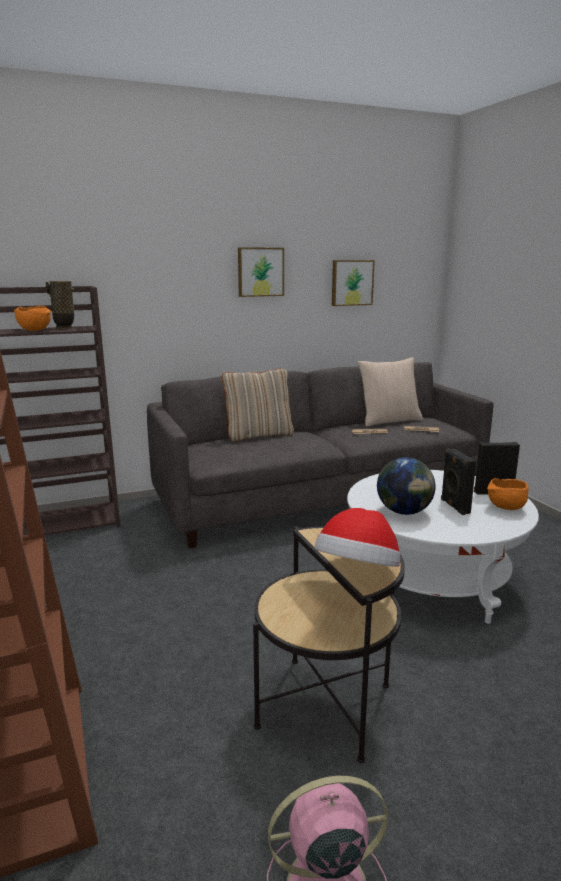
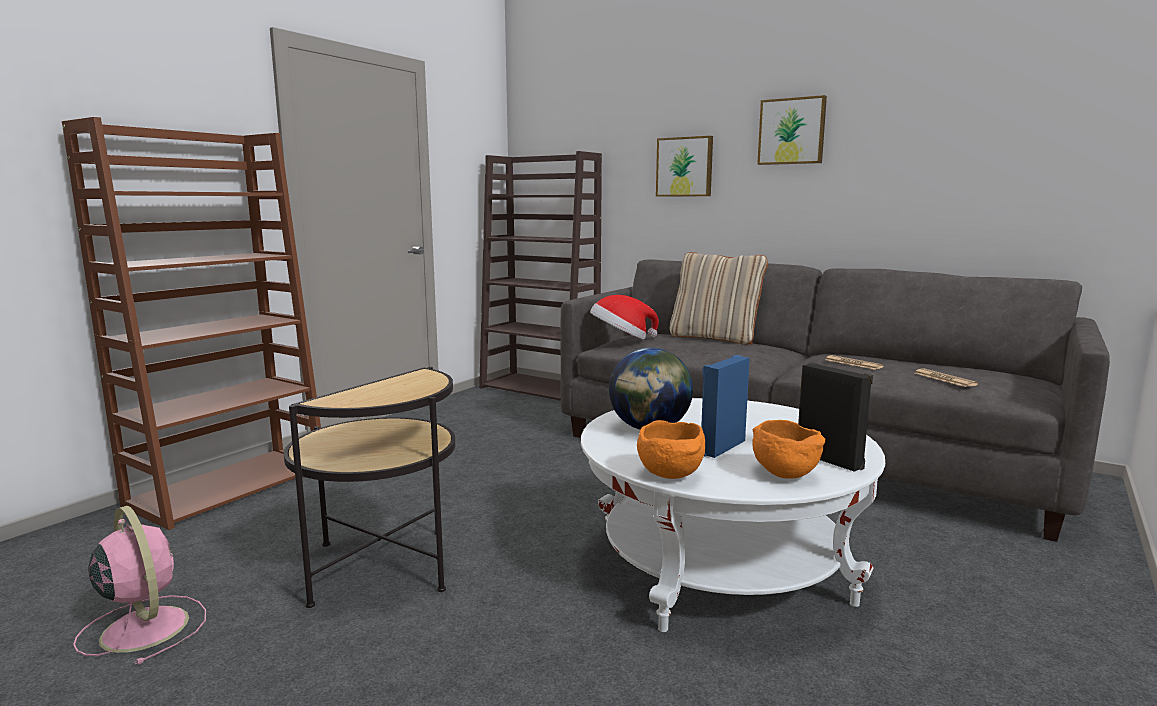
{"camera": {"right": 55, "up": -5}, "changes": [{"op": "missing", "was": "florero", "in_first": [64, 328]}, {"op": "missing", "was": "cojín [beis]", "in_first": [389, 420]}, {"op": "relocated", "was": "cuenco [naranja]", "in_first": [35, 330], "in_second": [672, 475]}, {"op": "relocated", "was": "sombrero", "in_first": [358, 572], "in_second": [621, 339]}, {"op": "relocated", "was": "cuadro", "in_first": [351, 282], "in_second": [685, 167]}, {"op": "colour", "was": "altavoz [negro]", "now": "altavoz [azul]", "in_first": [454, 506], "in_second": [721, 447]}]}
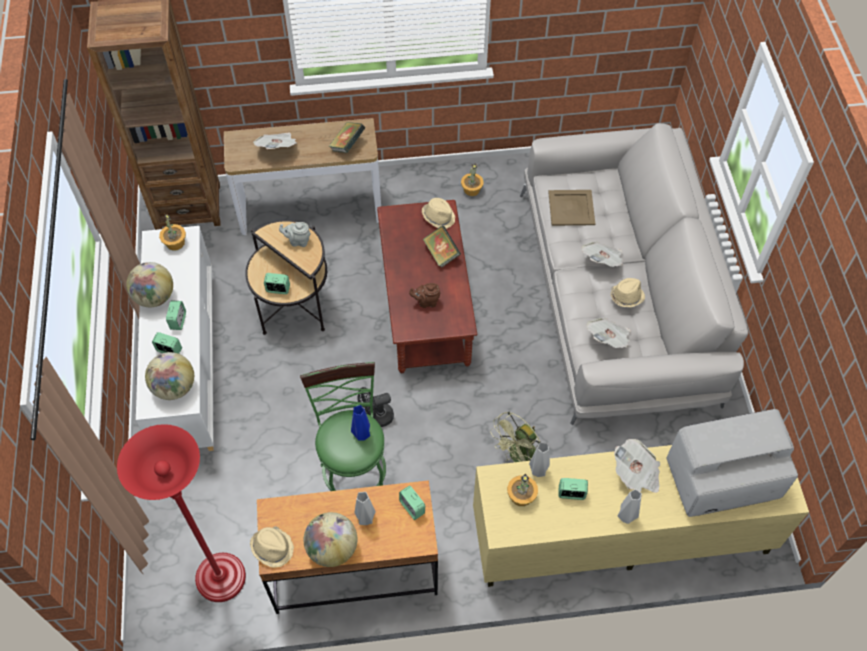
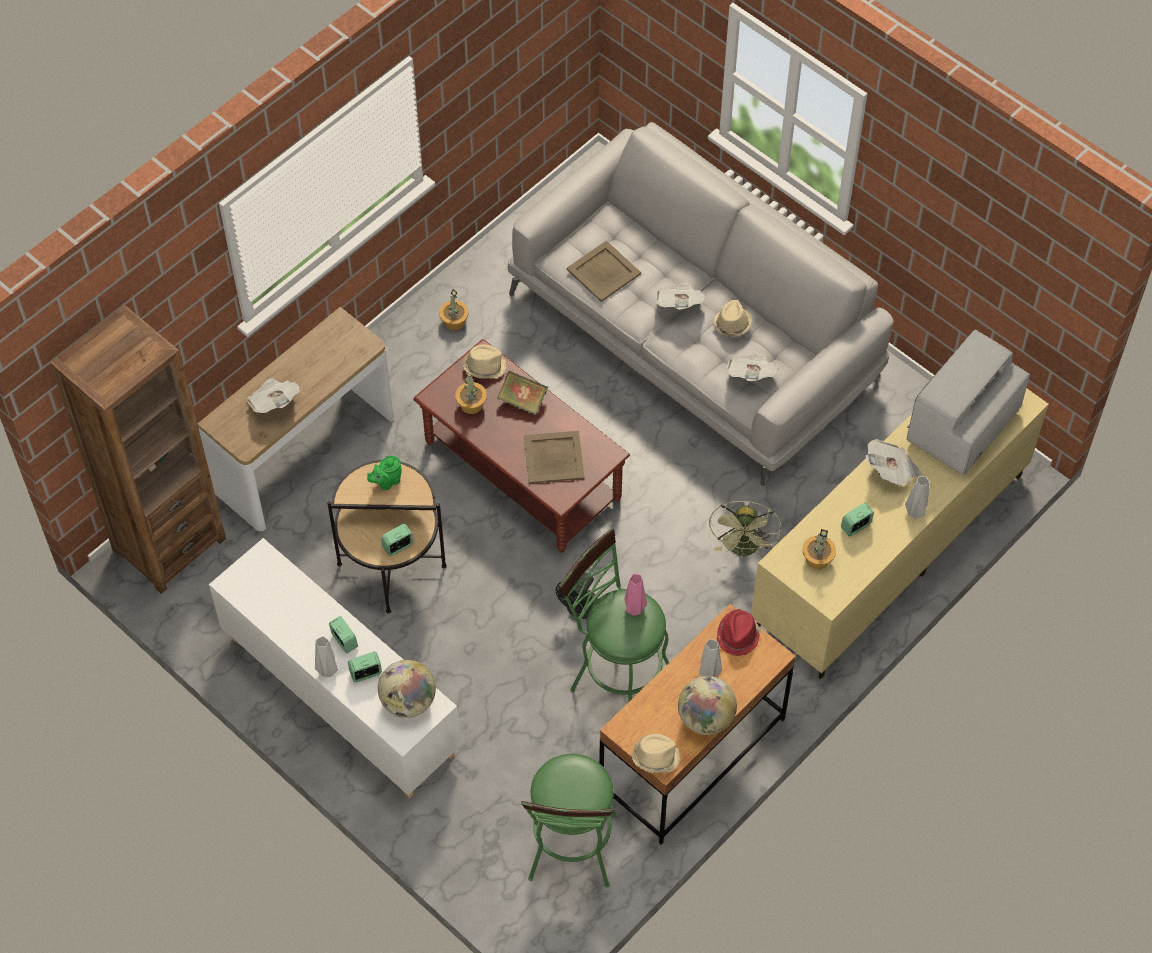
{"camera": {"right": -40, "up": 0}, "changes": [{"op": "missing", "was": "globo terráqueo", "in_first": [154, 297]}, {"op": "missing", "was": "libro", "in_first": [347, 145]}, {"op": "relocated", "was": "planta en maceta", "in_first": [175, 243], "in_second": [471, 405]}, {"op": "relocated", "was": "florero [gris]", "in_first": [538, 471], "in_second": [328, 671]}, {"op": "exchanged", "was": "lámpara de pie [rojo]", "now": "taburete [verde]", "in_first": [216, 573], "in_second": [571, 855]}, {"op": "exchanged", "was": "despertador", "now": "sombrero [rojo]", "in_first": [412, 507], "in_second": [738, 635]}, {"op": "exchanged", "was": "tetera [marrón]", "now": "bandeja [beis]", "in_first": [426, 302], "in_second": [554, 457]}, {"op": "colour", "was": "tetera [gris]", "now": "tetera [verde]", "in_first": [298, 241], "in_second": [387, 481]}, {"op": "colour", "was": "florero [azul]", "now": "florero [rosa]", "in_first": [362, 434], "in_second": [635, 608]}]}
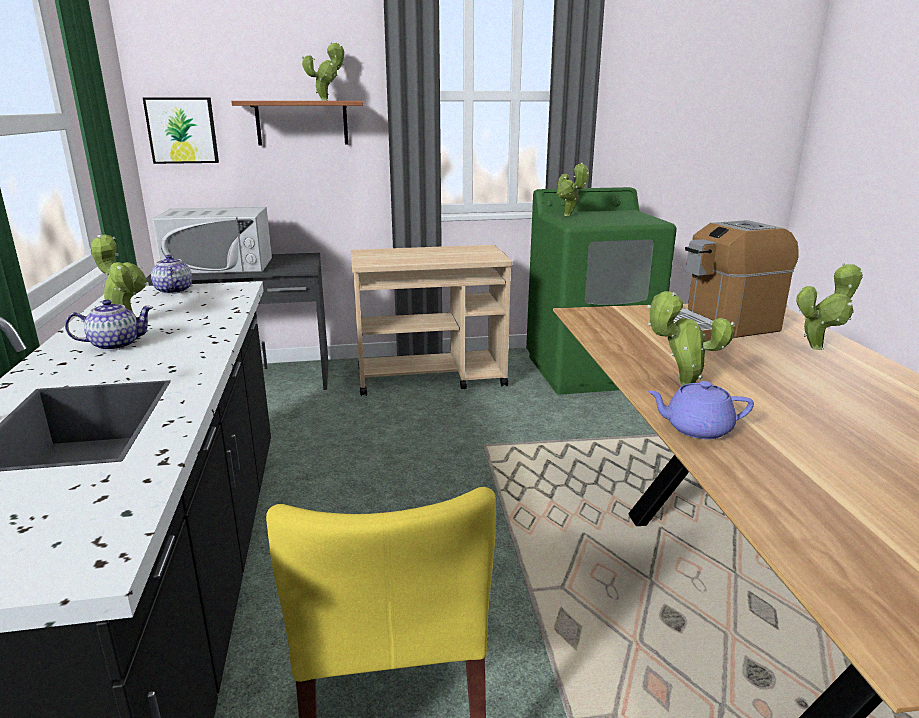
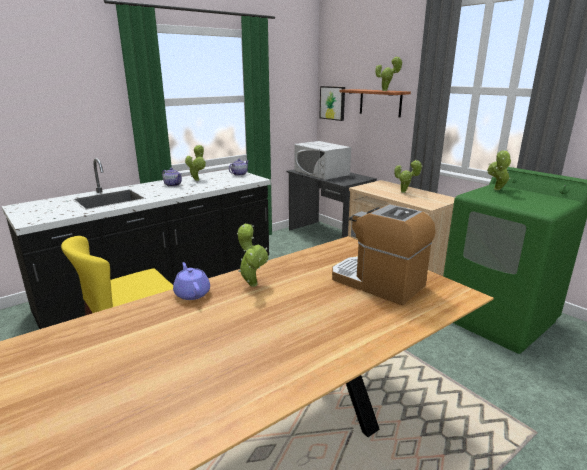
{"camera": {"right": 60, "up": 0}, "changes": [{"op": "relocated", "was": "planta en maceta", "in_first": [819, 347], "in_second": [404, 192]}]}
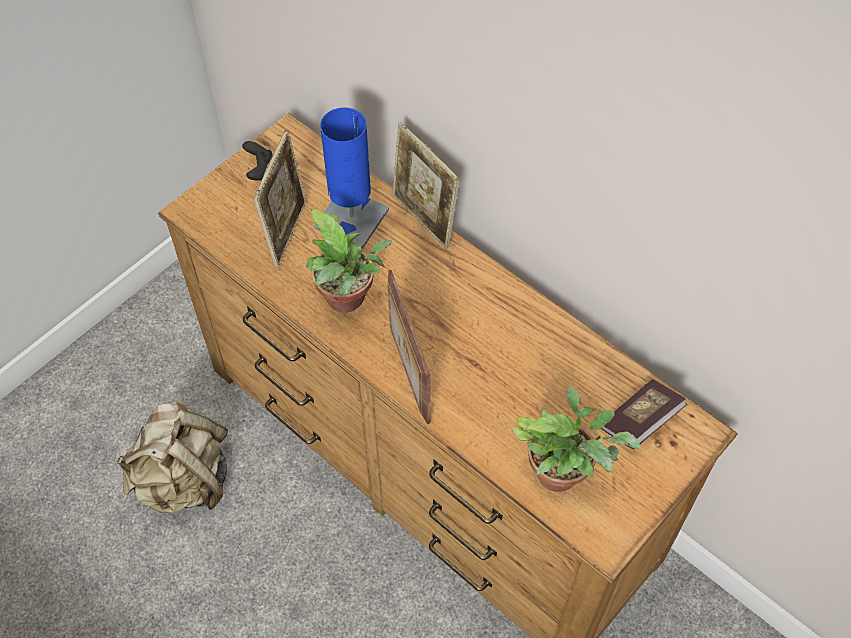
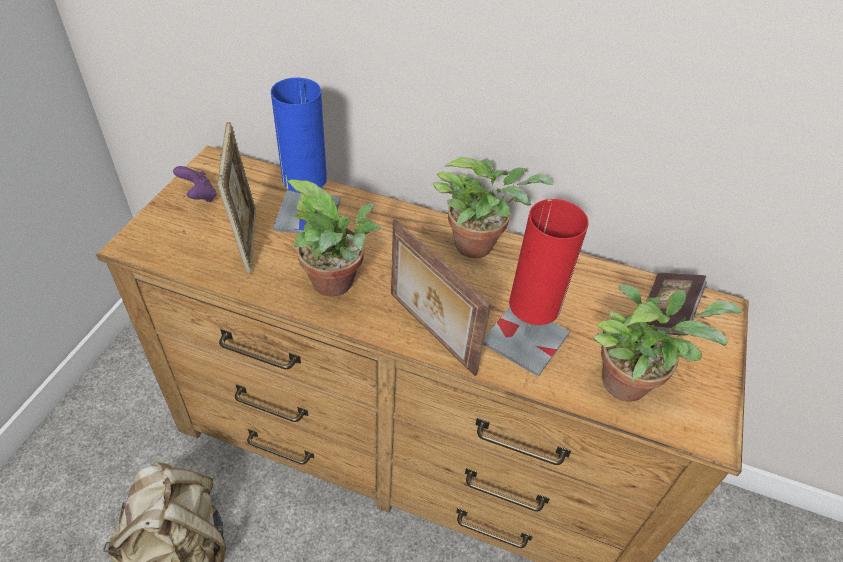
{"camera": {"right": -25, "up": -10}, "changes": [{"op": "missing", "was": "portarretratos", "in_first": [424, 219]}, {"op": "appeared", "now": "planta en maceta", "in_second": [479, 244]}, {"op": "appeared", "now": "lámpara de mesa [rojo]", "in_second": [525, 339]}, {"op": "colour", "was": "mando de consola [negro]", "now": "mando de consola [morado]", "in_first": [261, 172], "in_second": [199, 196]}]}
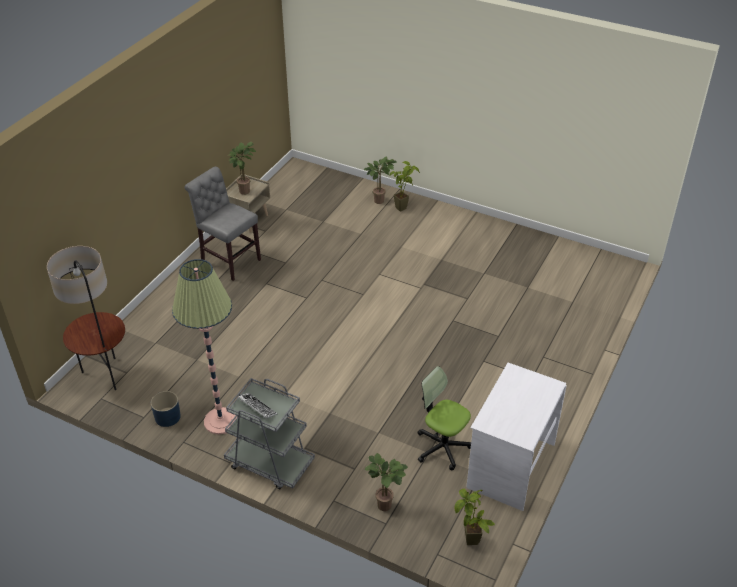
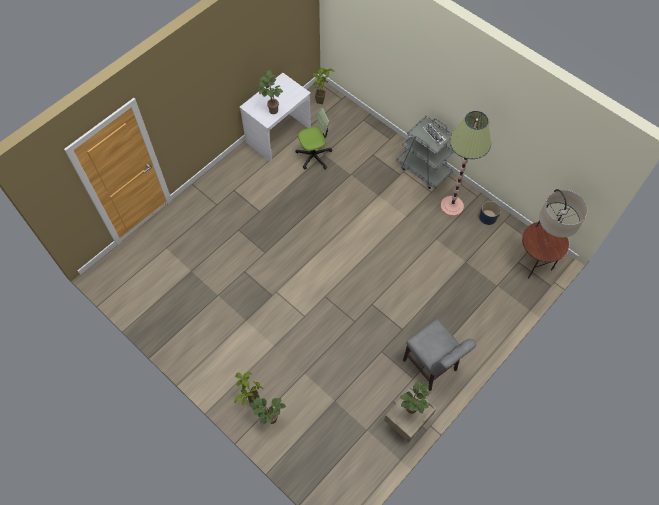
{"camera": {"right": -165, "up": 20}, "changes": [{"op": "relocated", "was": "planta en maceta", "in_first": [387, 505], "in_second": [272, 110]}, {"op": "spun", "was": "silla de oficina", "in_first": [442, 447], "in_second": [314, 156], "clockwise": -75}]}
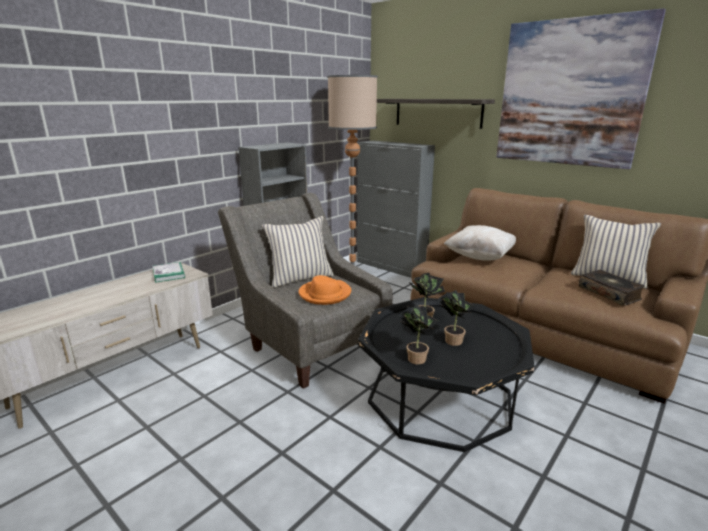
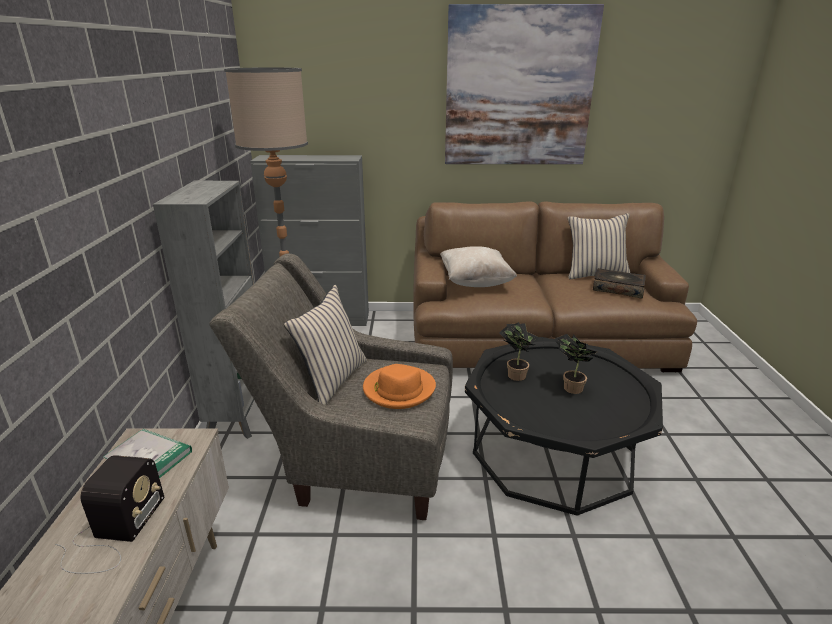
{"camera": {"right": -40, "up": 5}, "changes": [{"op": "missing", "was": "estante", "in_first": [437, 112]}, {"op": "missing", "was": "planta en maceta", "in_first": [415, 357]}, {"op": "appeared", "now": "radio", "in_second": [113, 534]}]}
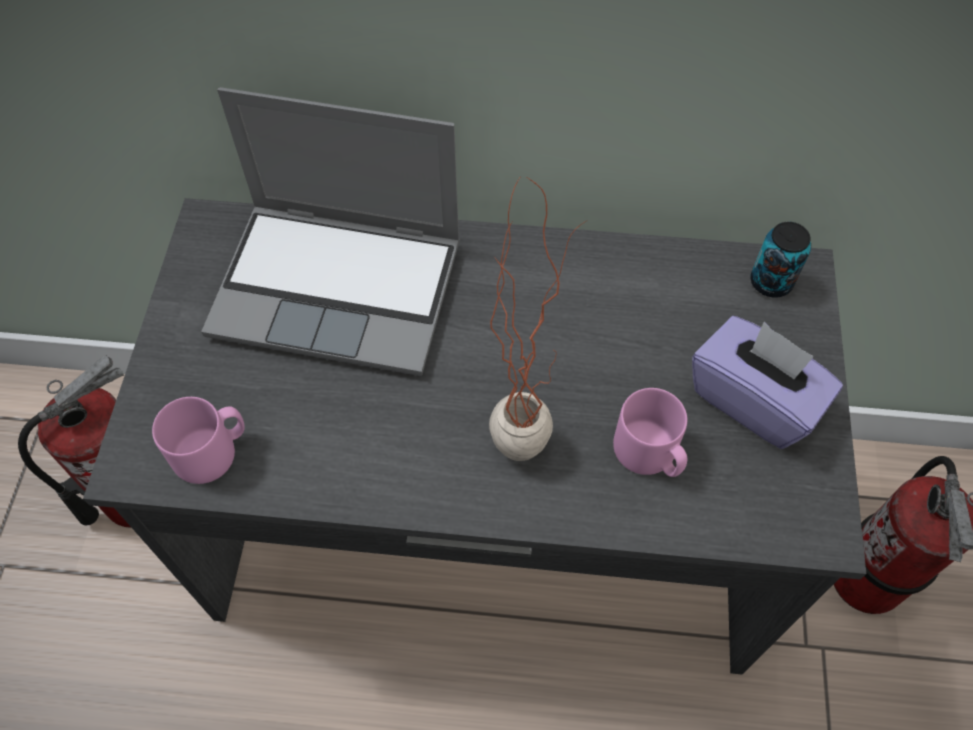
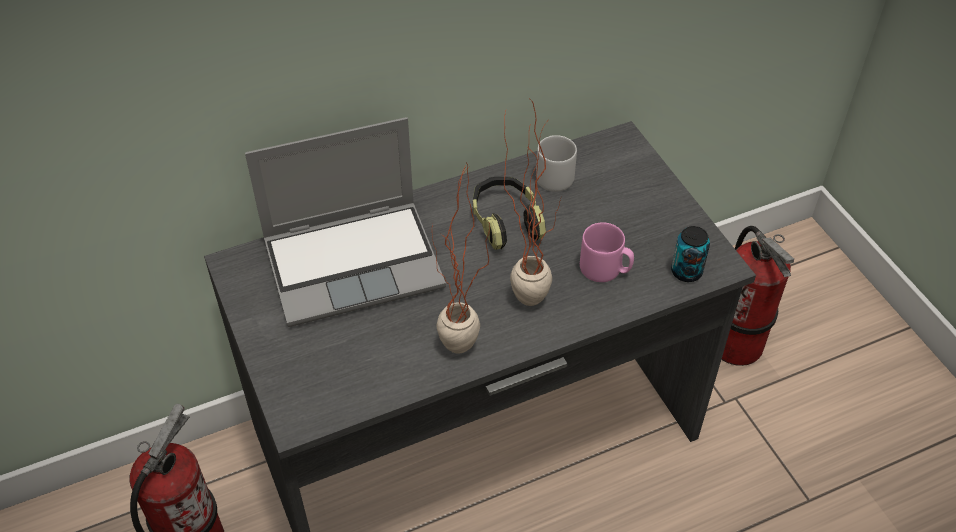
{"camera": {"right": -30, "up": -10}, "changes": [{"op": "missing", "was": "taza grande [rosa]", "in_first": [212, 452]}, {"op": "missing", "was": "caja de pañuelos [morado]", "in_first": [754, 399]}, {"op": "appeared", "now": "planta en maceta", "in_second": [461, 357]}, {"op": "appeared", "now": "auriculares", "in_second": [506, 221]}, {"op": "appeared", "now": "taza grande [gris]", "in_second": [554, 175]}, {"op": "relocated", "was": "lata", "in_first": [771, 282], "in_second": [686, 272]}]}
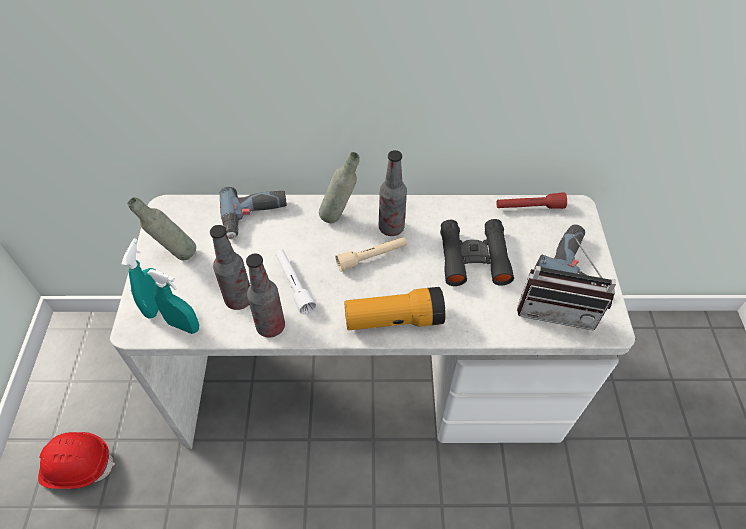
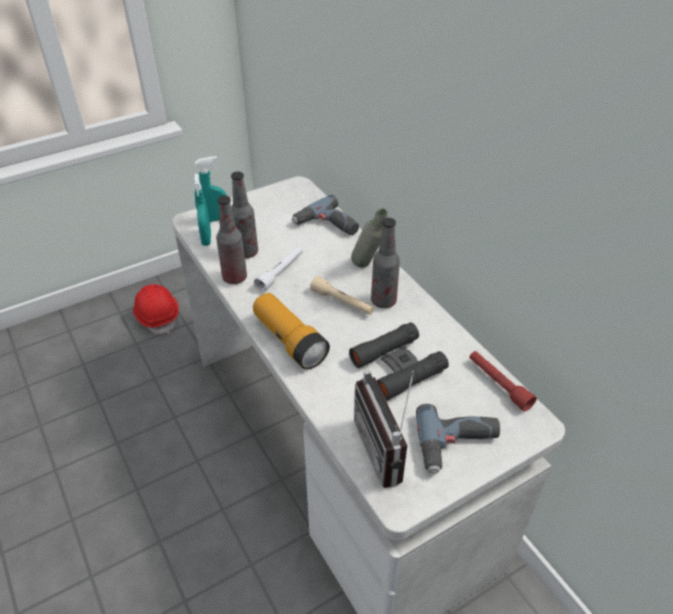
{"camera": {"right": 60, "up": -10}, "changes": [{"op": "missing", "was": "botella [gris]", "in_first": [176, 256]}]}
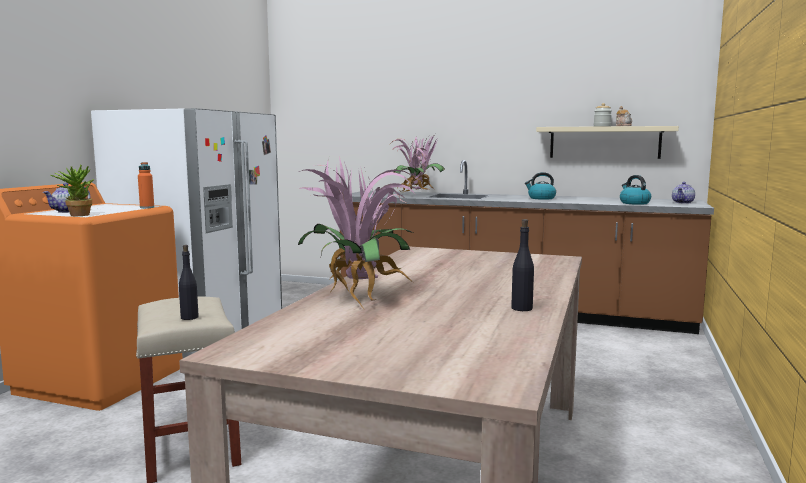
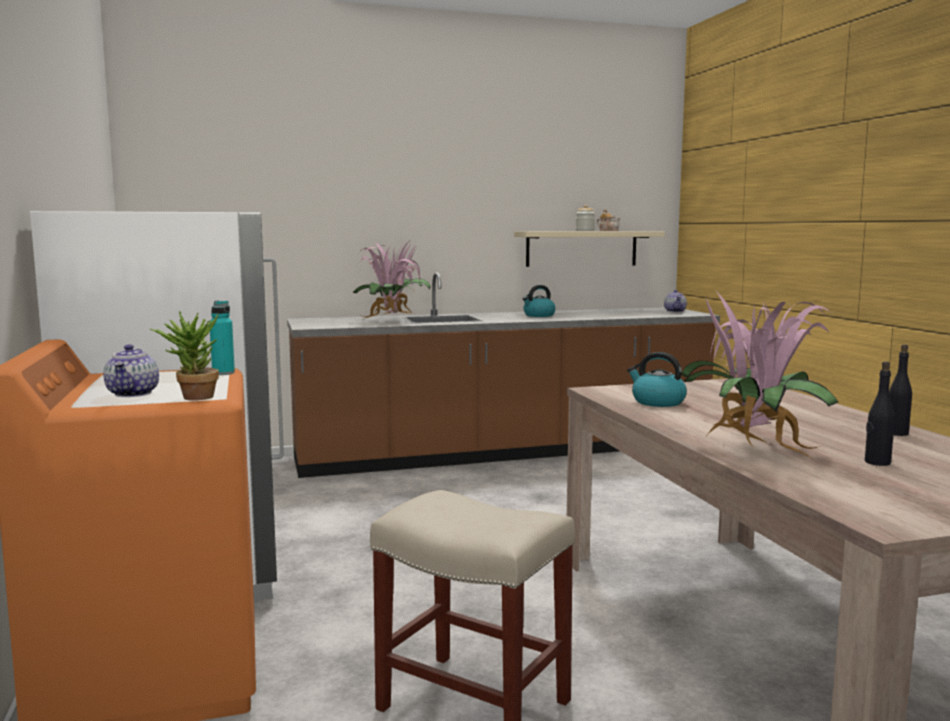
{"camera": {"right": -35, "up": 0}, "changes": [{"op": "relocated", "was": "botella [negro]", "in_first": [189, 317], "in_second": [877, 462]}, {"op": "relocated", "was": "hervidor", "in_first": [634, 203], "in_second": [657, 402]}, {"op": "colour", "was": "botella [naranja]", "now": "botella [turquesa]", "in_first": [147, 207], "in_second": [223, 373]}]}
